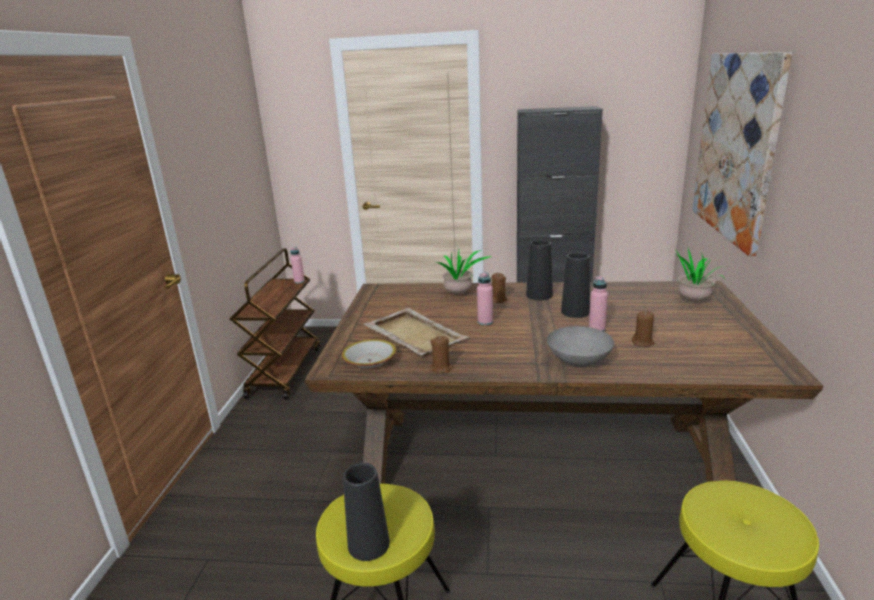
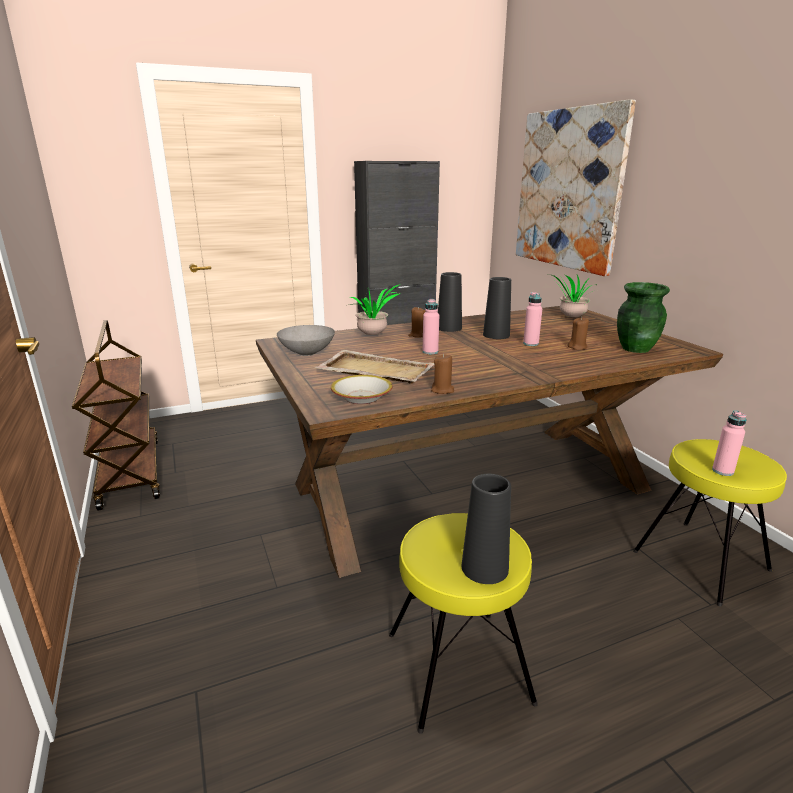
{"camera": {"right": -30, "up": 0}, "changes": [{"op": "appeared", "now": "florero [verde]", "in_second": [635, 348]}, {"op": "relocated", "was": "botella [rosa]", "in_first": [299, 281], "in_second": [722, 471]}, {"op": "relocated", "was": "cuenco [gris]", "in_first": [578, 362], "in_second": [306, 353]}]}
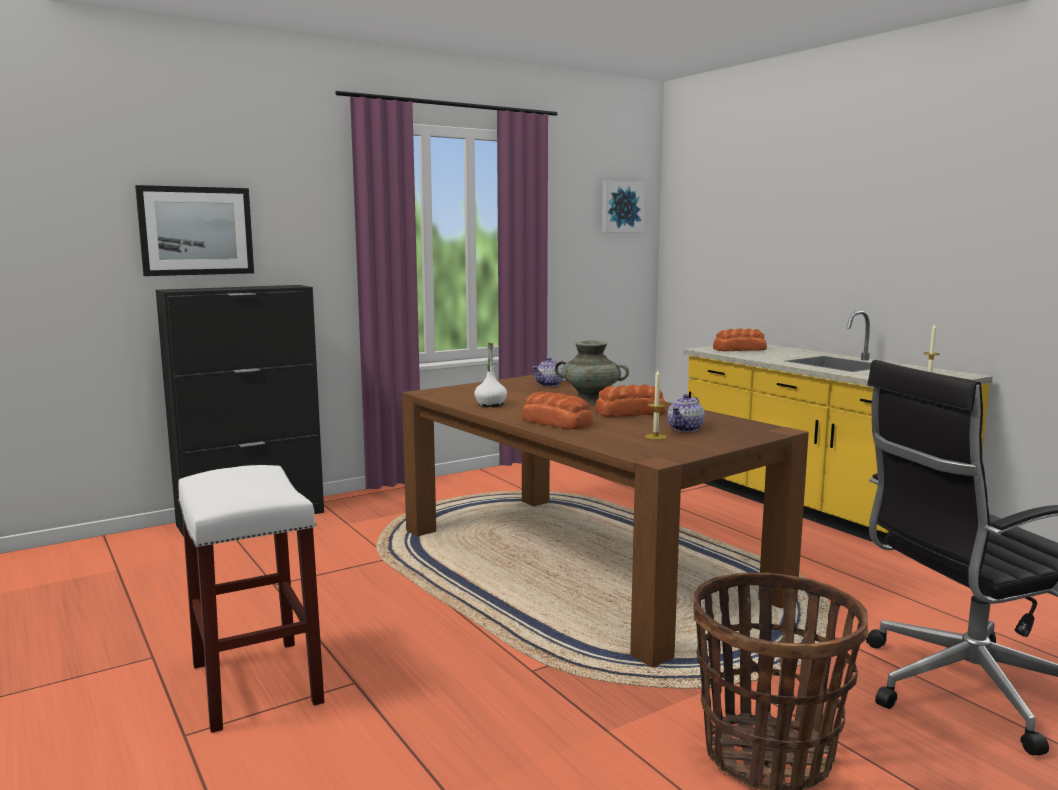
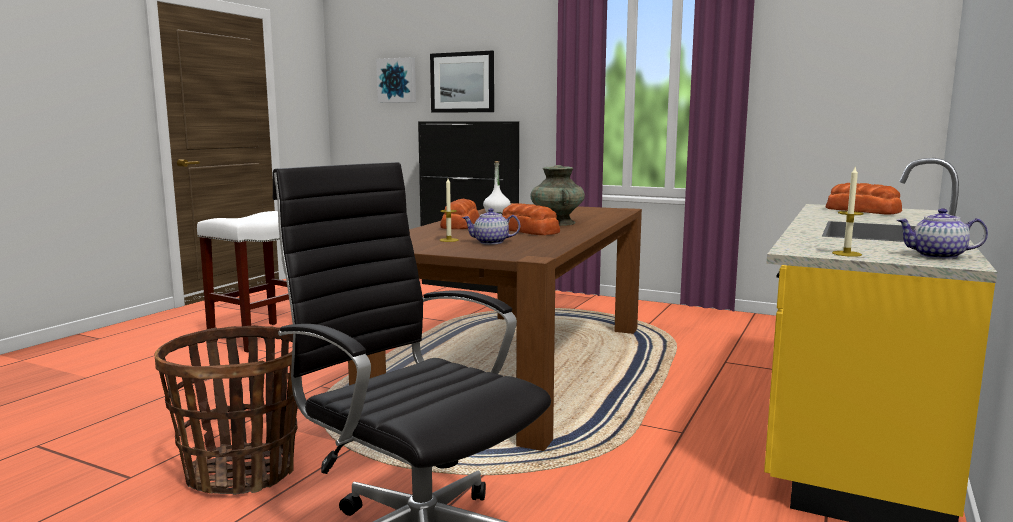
{"camera": {"right": 60, "up": 0}, "changes": [{"op": "relocated", "was": "tetera", "in_first": [549, 384], "in_second": [937, 256]}, {"op": "relocated", "was": "cuadro", "in_first": [621, 207], "in_second": [397, 80]}]}
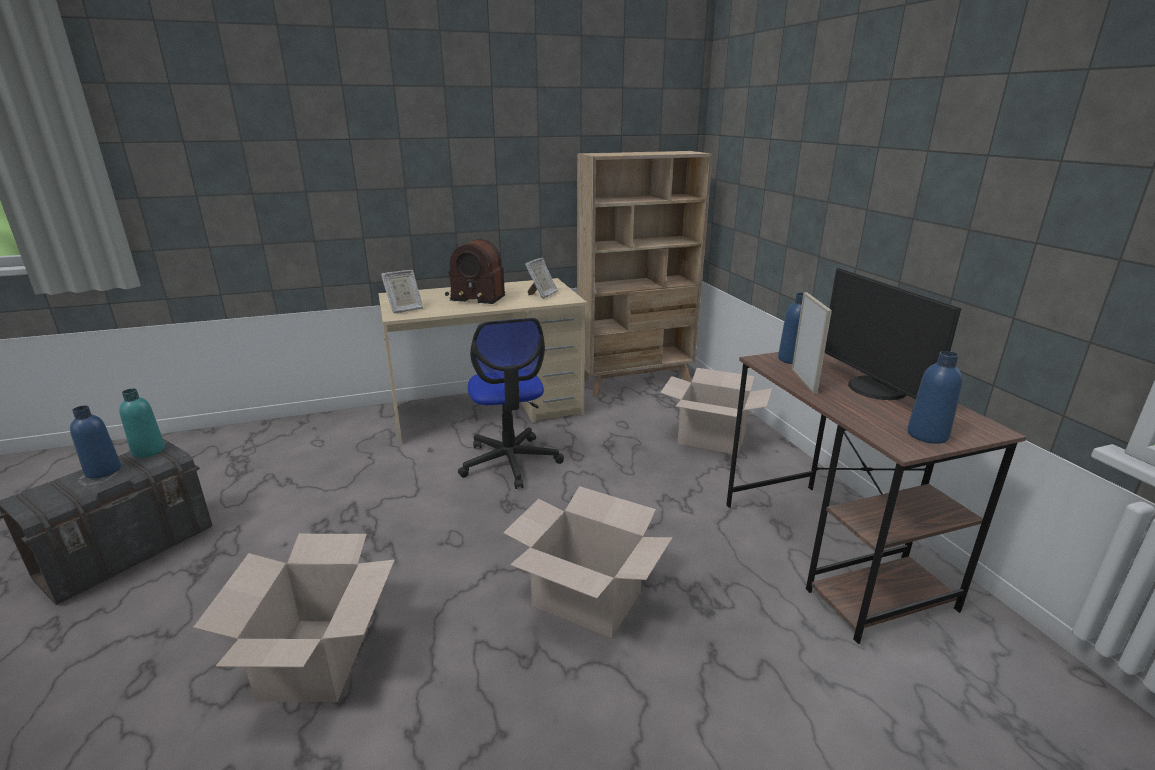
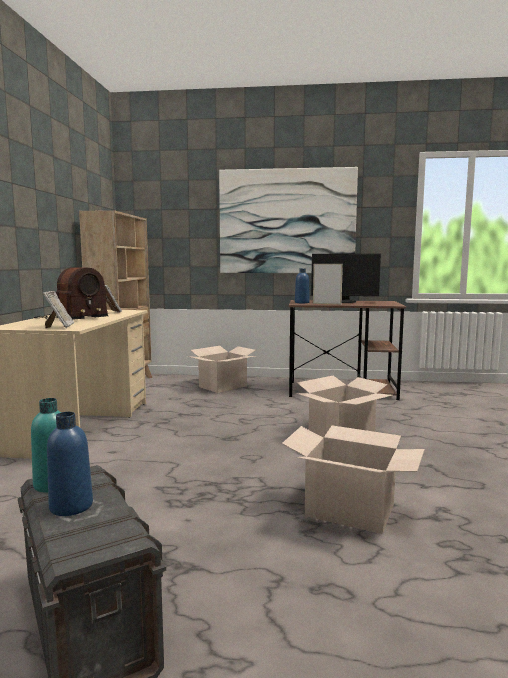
{"camera": {"right": -65, "up": -15}, "changes": [{"op": "missing", "was": "silla de oficina", "in_first": [510, 462]}, {"op": "missing", "was": "botella [azul]", "in_first": [927, 435]}, {"op": "appeared", "now": "cuadro", "in_second": [287, 221]}]}
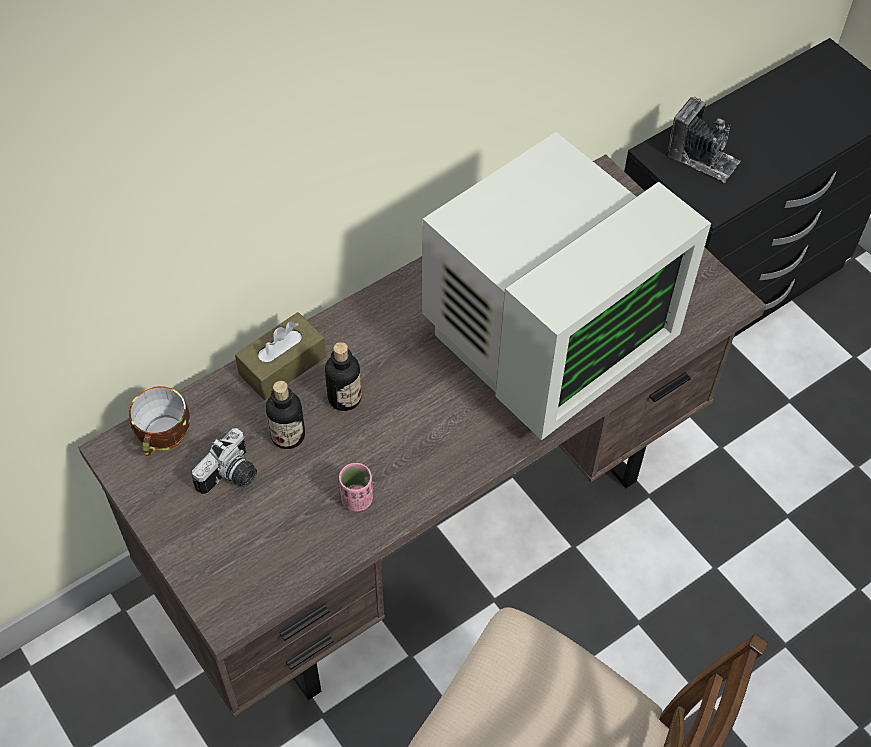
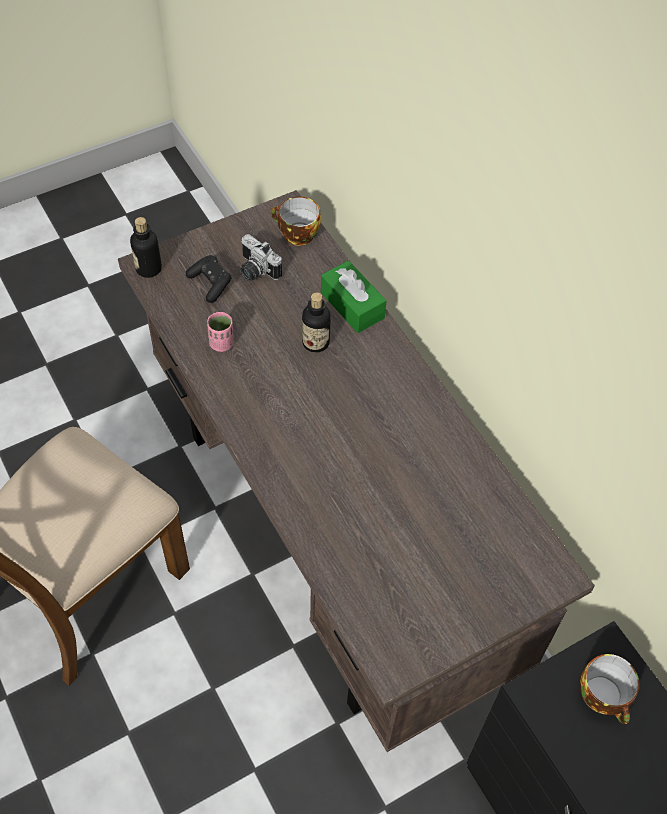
{"camera": {"right": 95, "up": 0}, "changes": [{"op": "missing", "was": "monitor", "in_first": [542, 341]}, {"op": "appeared", "now": "mando de consola [negro]", "in_second": [211, 284]}, {"op": "relocated", "was": "botella", "in_first": [288, 435], "in_second": [148, 268]}, {"op": "exchanged", "was": "cámara", "now": "taza", "in_first": [702, 158], "in_second": [604, 697]}, {"op": "colour", "was": "caja de pañuelos [marrón]", "now": "caja de pañuelos [verde]", "in_first": [282, 365], "in_second": [352, 305]}]}
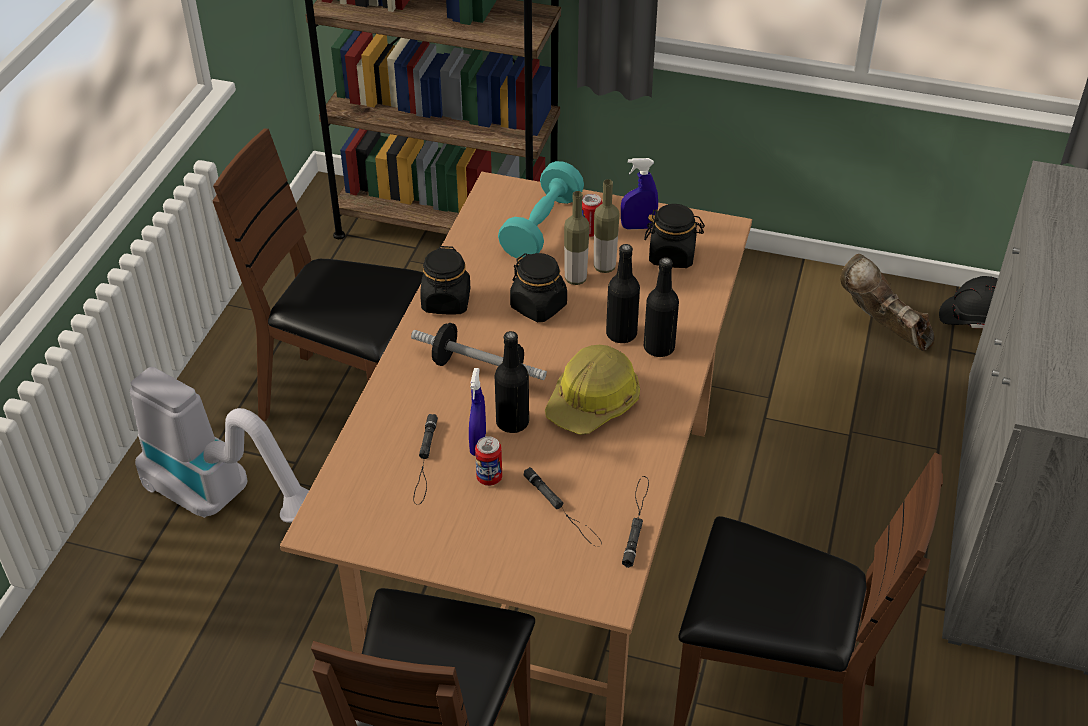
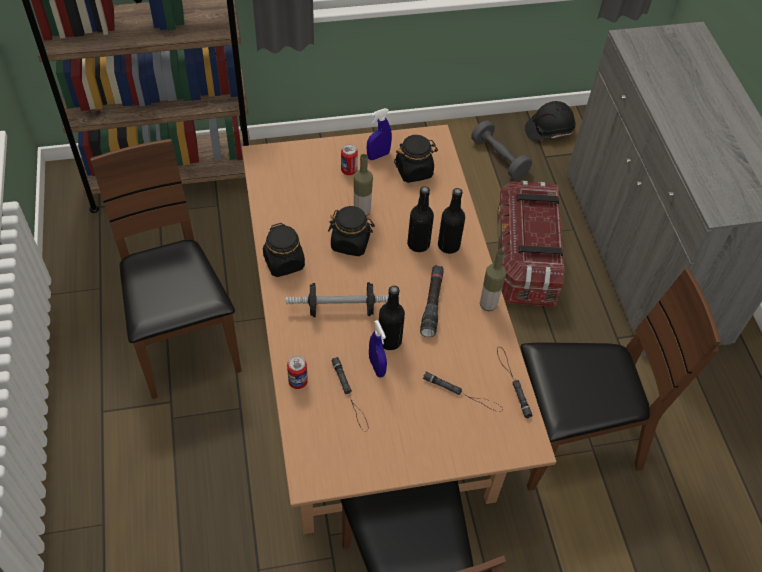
{"camera": {"right": -30, "up": 10}, "changes": [{"op": "missing", "was": "aspiradora", "in_first": [225, 500]}, {"op": "missing", "was": "mancuerna [turquesa]", "in_first": [541, 227]}, {"op": "appeared", "now": "caja de almacenaje", "in_second": [524, 260]}, {"op": "relocated", "was": "lata", "in_first": [489, 477], "in_second": [298, 381]}, {"op": "relocated", "was": "botella", "in_first": [604, 267], "in_second": [488, 305]}, {"op": "exchanged", "was": "casco", "now": "linterna [negro]", "in_first": [593, 402], "in_second": [432, 304]}, {"op": "exchanged", "was": "bota [marrón]", "now": "mancuerna [gris]", "in_first": [881, 331], "in_second": [499, 158]}, {"op": "spun", "was": "silla [marrón]", "in_first": [350, 404], "in_second": [183, 341], "clockwise": 75}]}
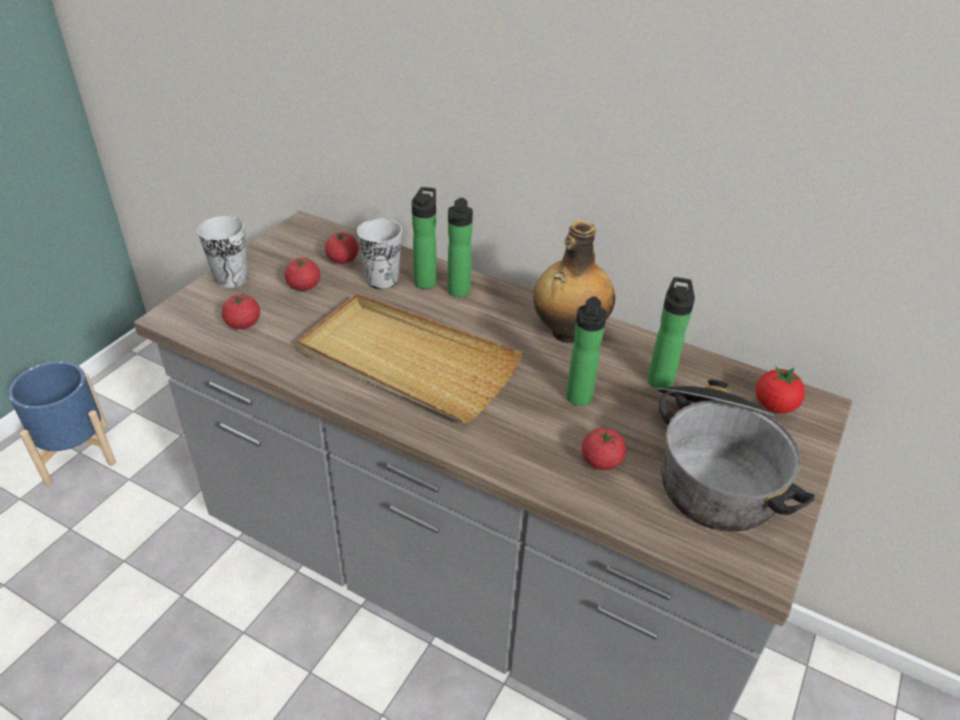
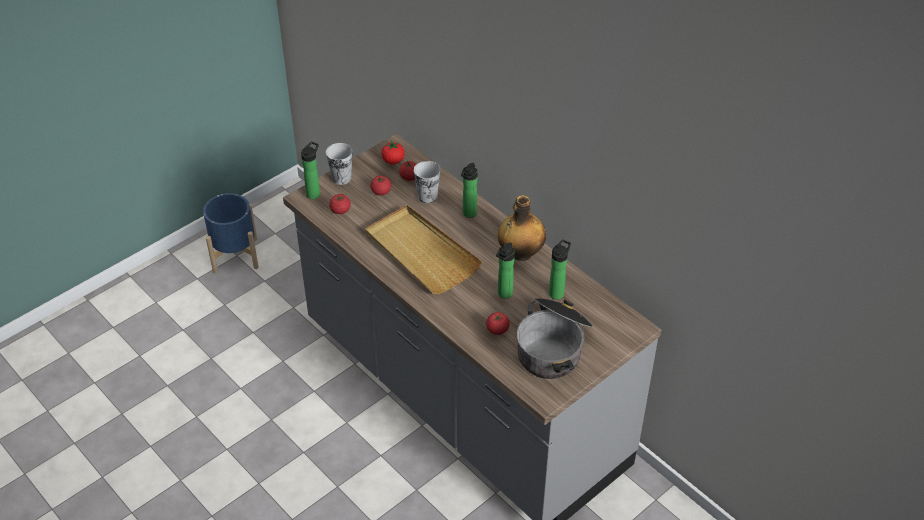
{"camera": {"right": 20, "up": 5}, "changes": [{"op": "relocated", "was": "botella", "in_first": [426, 280], "in_second": [314, 193]}, {"op": "relocated", "was": "tomate", "in_first": [774, 406], "in_second": [393, 161]}]}
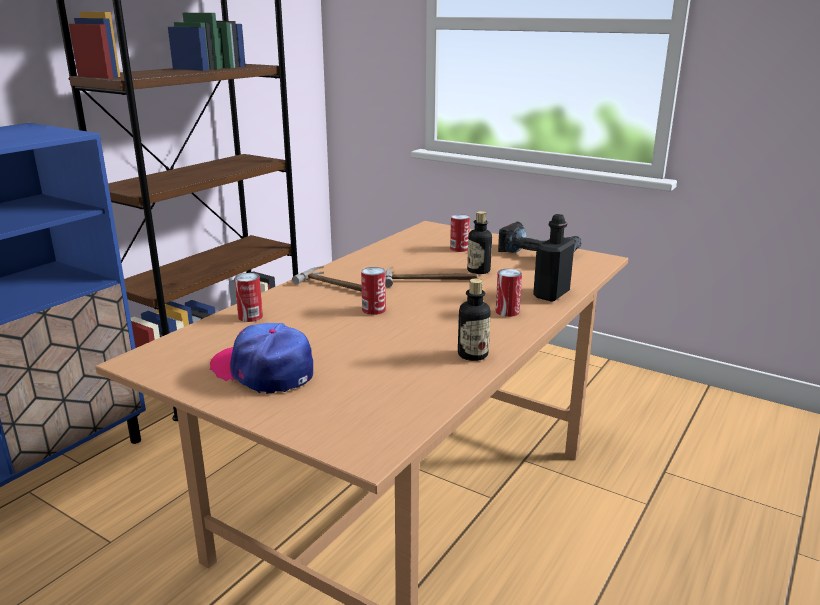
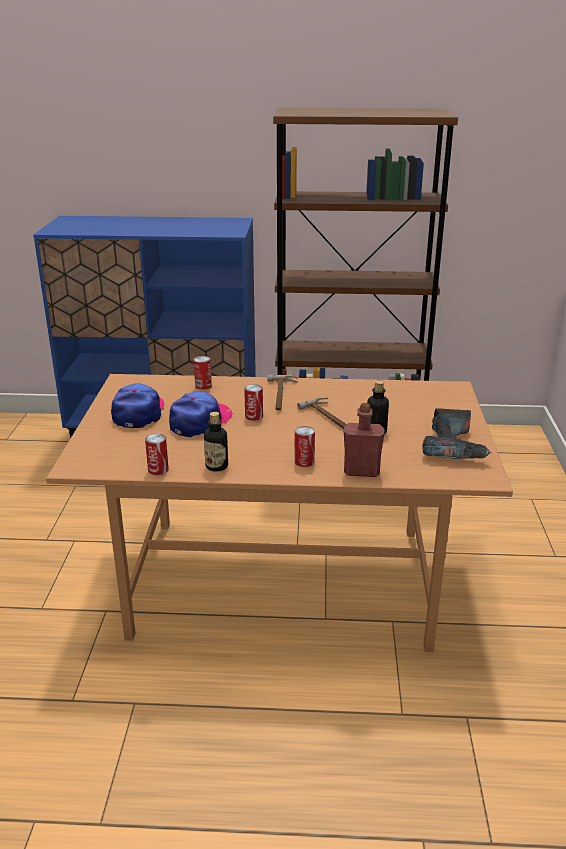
{"camera": {"right": 60, "up": 5}, "changes": [{"op": "appeared", "now": "gorra", "in_second": [200, 421]}, {"op": "relocated", "was": "lata", "in_first": [459, 248], "in_second": [158, 469]}, {"op": "colour", "was": "botella [negro]", "now": "botella [rojo]", "in_first": [551, 294], "in_second": [361, 471]}]}
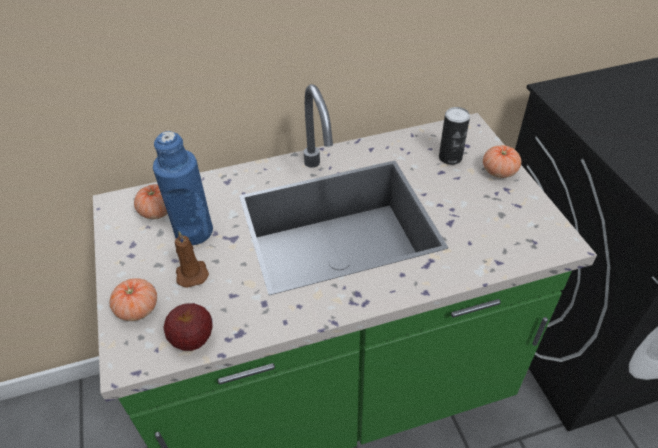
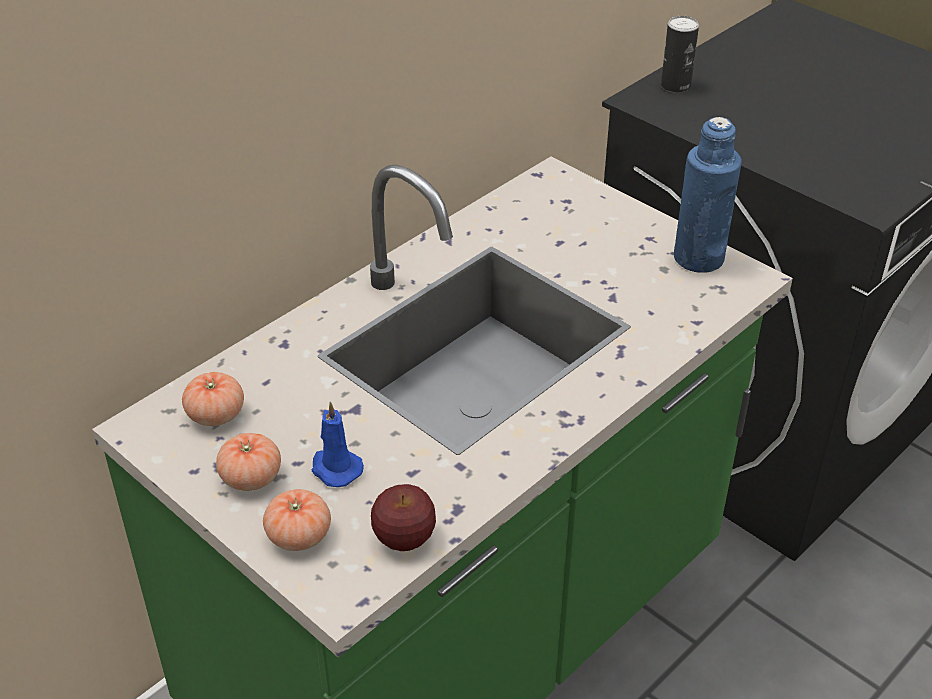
{"camera": {"right": -30, "up": -5}, "changes": [{"op": "relocated", "was": "botella [azul]", "in_first": [194, 232], "in_second": [699, 258]}, {"op": "relocated", "was": "lata", "in_first": [450, 157], "in_second": [675, 85]}, {"op": "relocated", "was": "tomate", "in_first": [499, 171], "in_second": [251, 477]}, {"op": "colour", "was": "vela [marrón]", "now": "vela [azul]", "in_first": [192, 273], "in_second": [335, 468]}]}
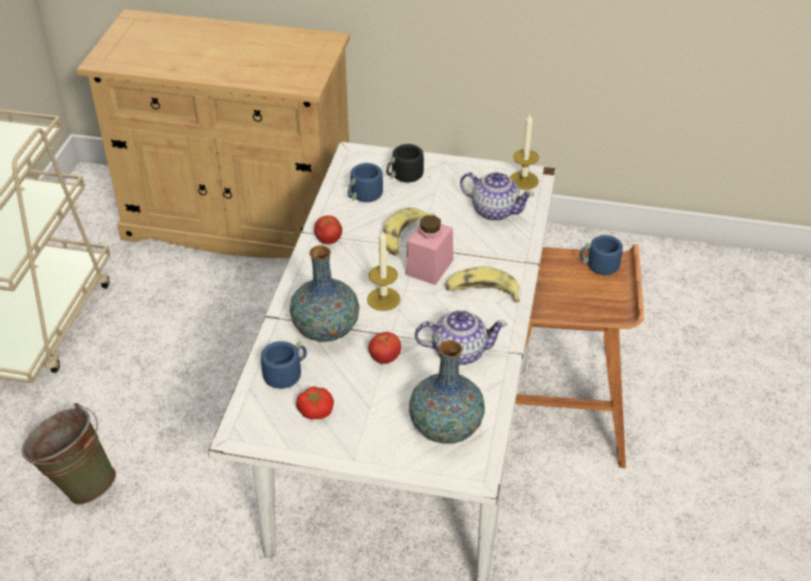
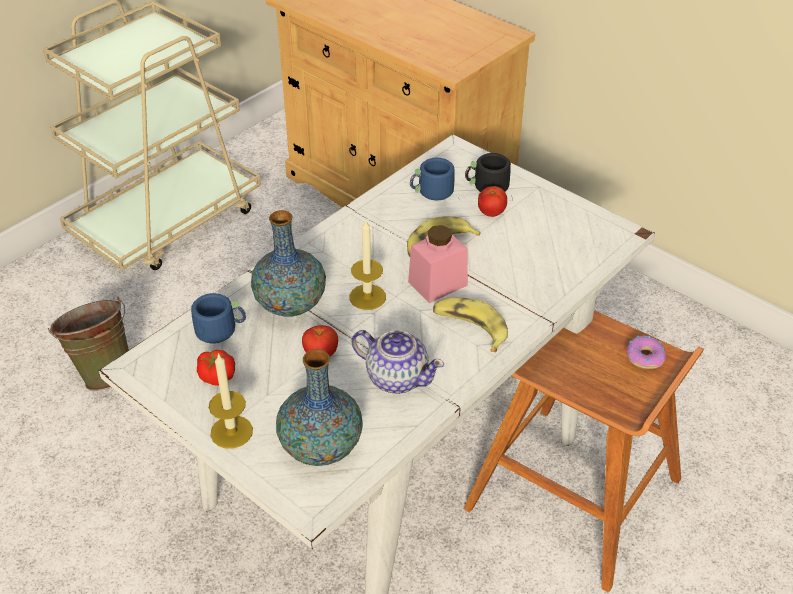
{"camera": {"right": 30, "up": 0}, "changes": [{"op": "missing", "was": "tetera", "in_first": [494, 210]}, {"op": "relocated", "was": "tomate", "in_first": [328, 240], "in_second": [491, 212]}, {"op": "relocated", "was": "vela", "in_first": [523, 180], "in_second": [231, 432]}, {"op": "exchanged", "was": "taza grande [azul]", "now": "rosquilla", "in_first": [599, 267], "in_second": [645, 357]}]}
